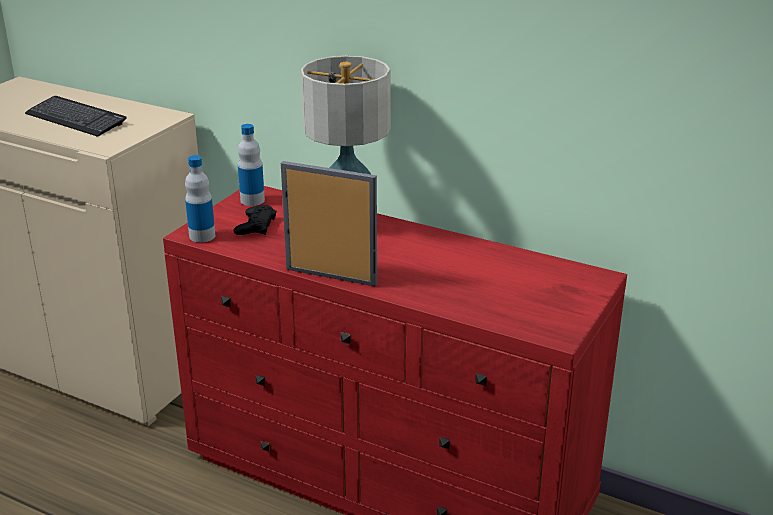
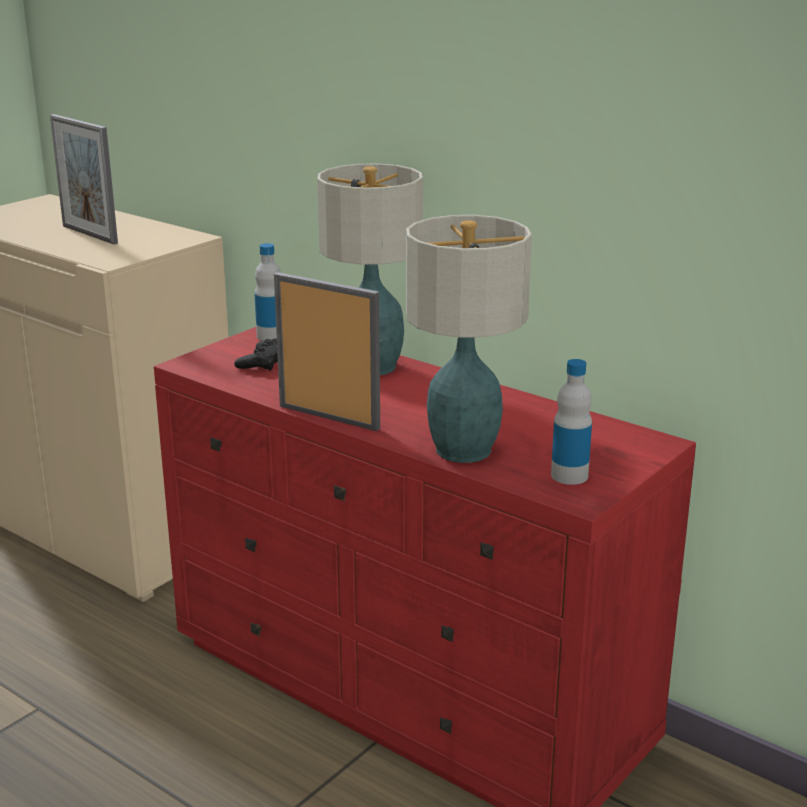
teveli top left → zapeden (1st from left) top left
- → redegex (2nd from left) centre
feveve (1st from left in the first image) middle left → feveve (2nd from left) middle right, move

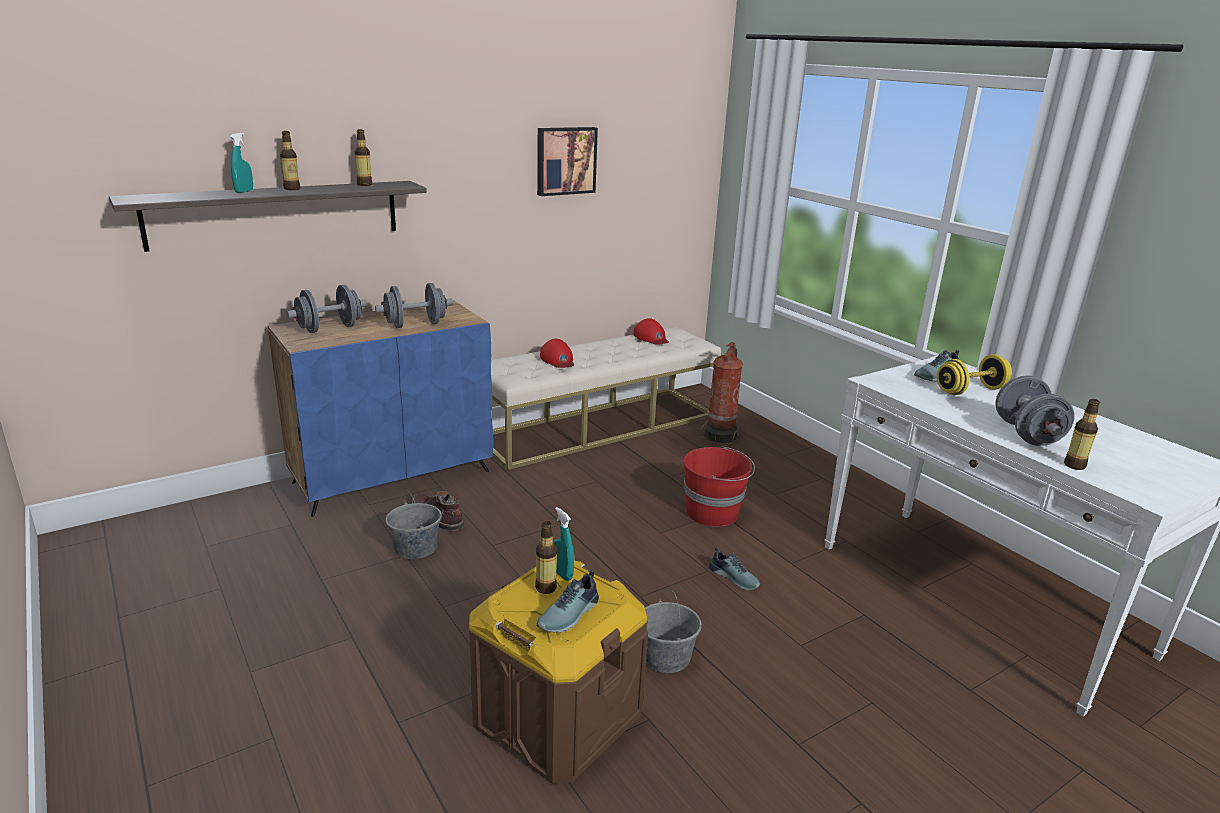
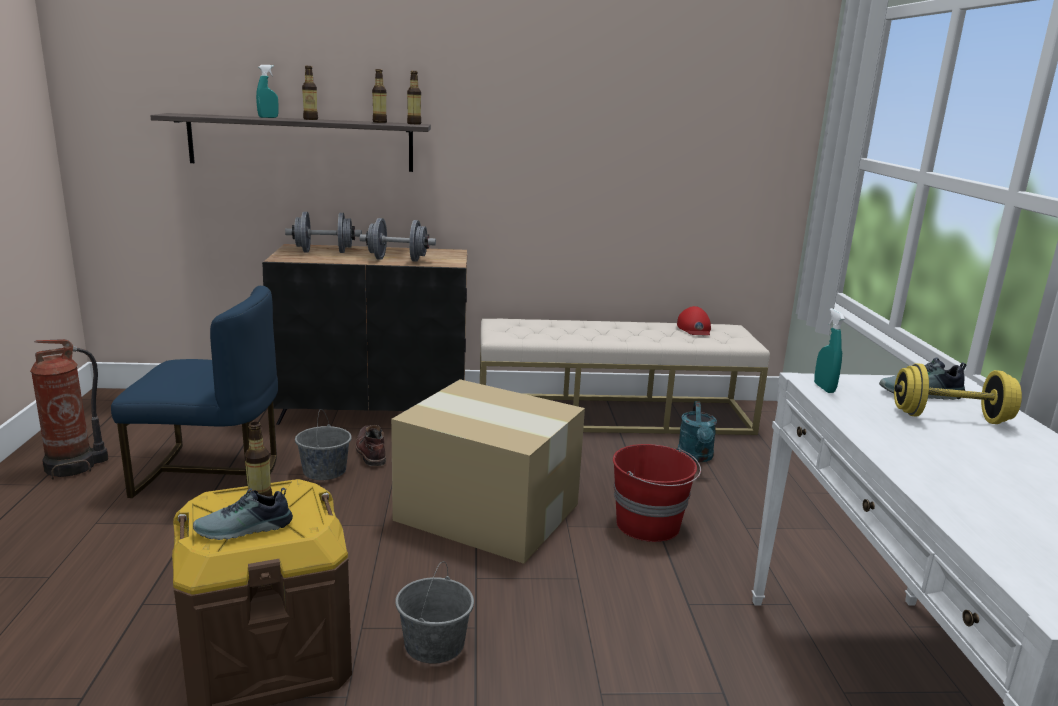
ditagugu centre → ditagugu middle left, move
- → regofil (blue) middle left
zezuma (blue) middle left → zezuma (black) centre
- → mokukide bottom centre
feveve (4th from left) middle right → feveve (4th from left) top centre, move
- → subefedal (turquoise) centre
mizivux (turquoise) (2nd from left) bottom centre → mizivux (turquoise) (2nd from left) middle right, move
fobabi top centre → -
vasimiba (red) (1st from left) centre → -
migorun (2nd from left) bottom centre → -
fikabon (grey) (3rd from left) middle right → -

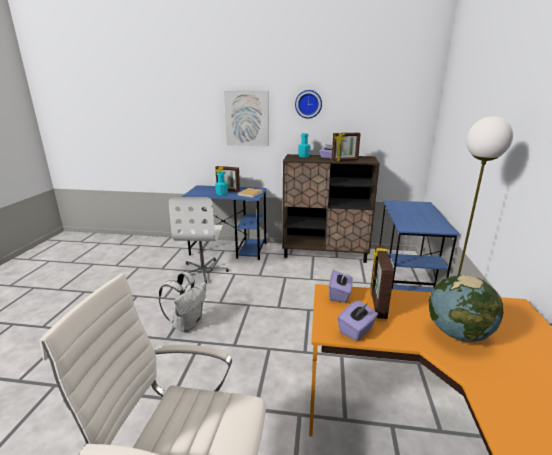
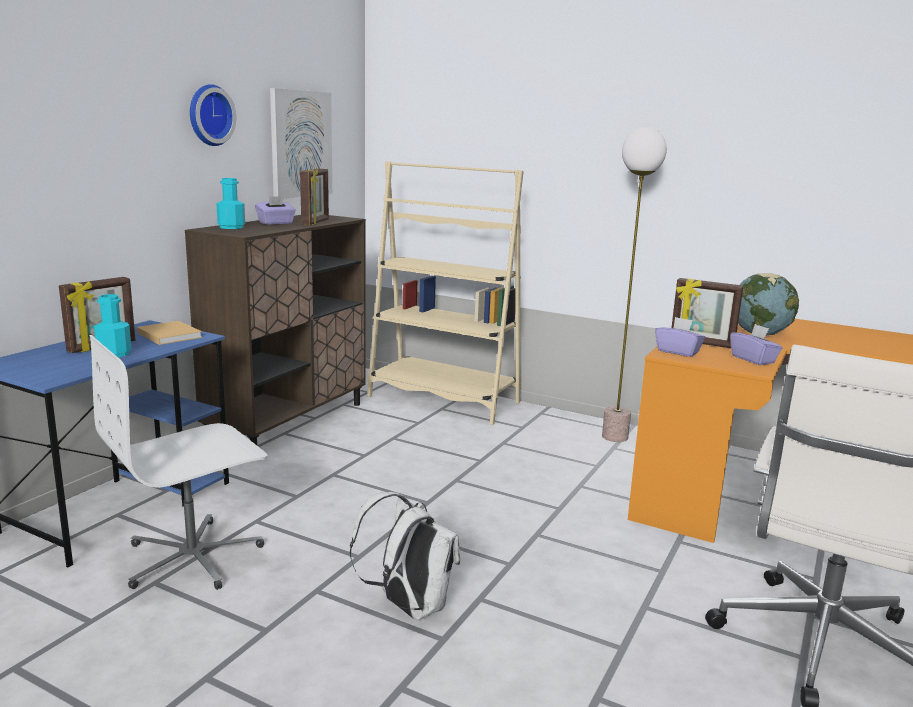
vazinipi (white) (2nd from left in the first image) centre → vazinipi (white) (1st from left) middle left, 120 degrees clockwise
fobabi top centre → fobabi top left, move
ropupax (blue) (2nd from left) middle right → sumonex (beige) centre

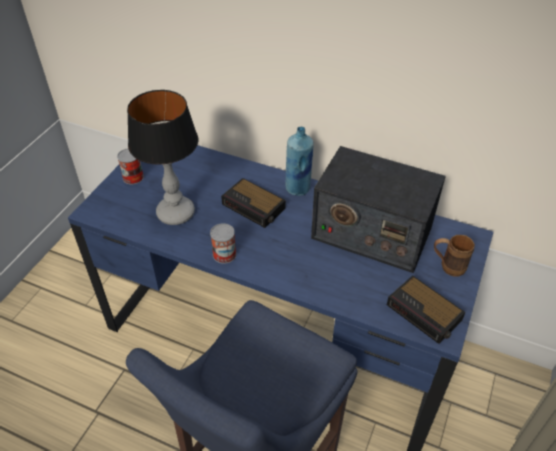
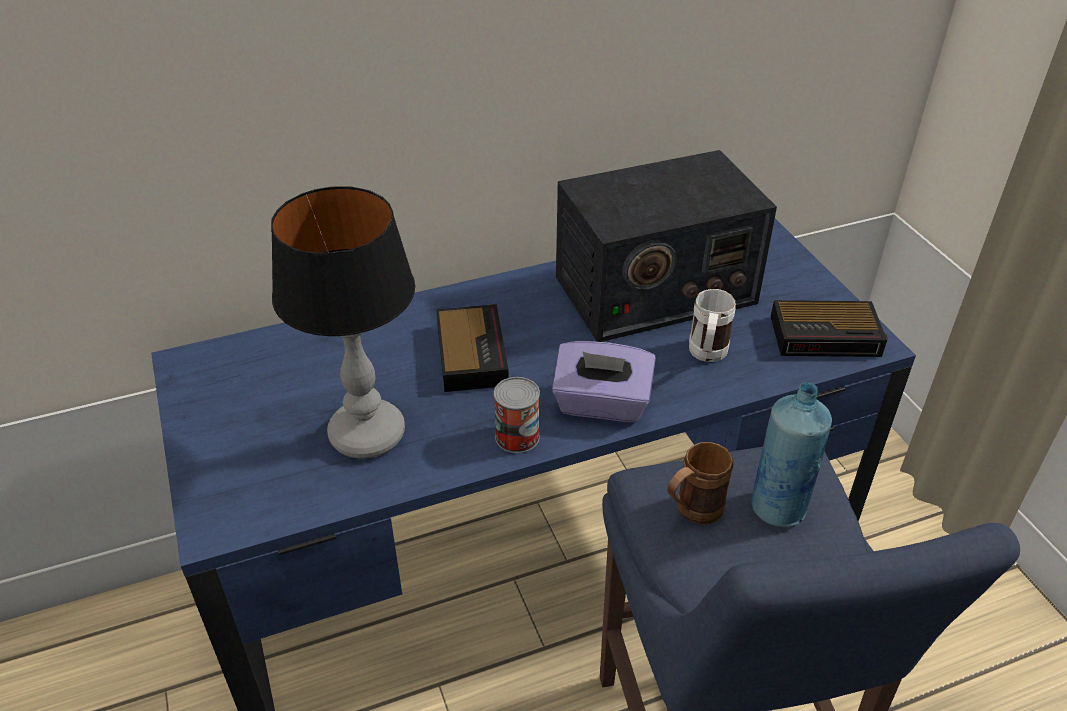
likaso (1st from left) centre, 90 degrees counterclockwise
- → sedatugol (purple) centre
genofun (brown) middle right → genofun (brown) bottom centre, move
- → genofun (white) middle right
feveve (blue) centre → feveve (blue) middle right, move
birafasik (1st from left) middle left → -

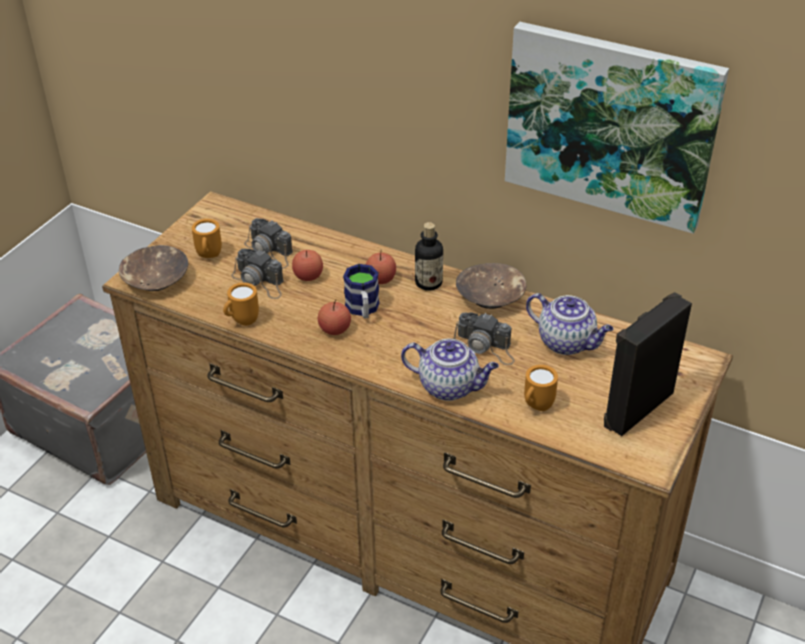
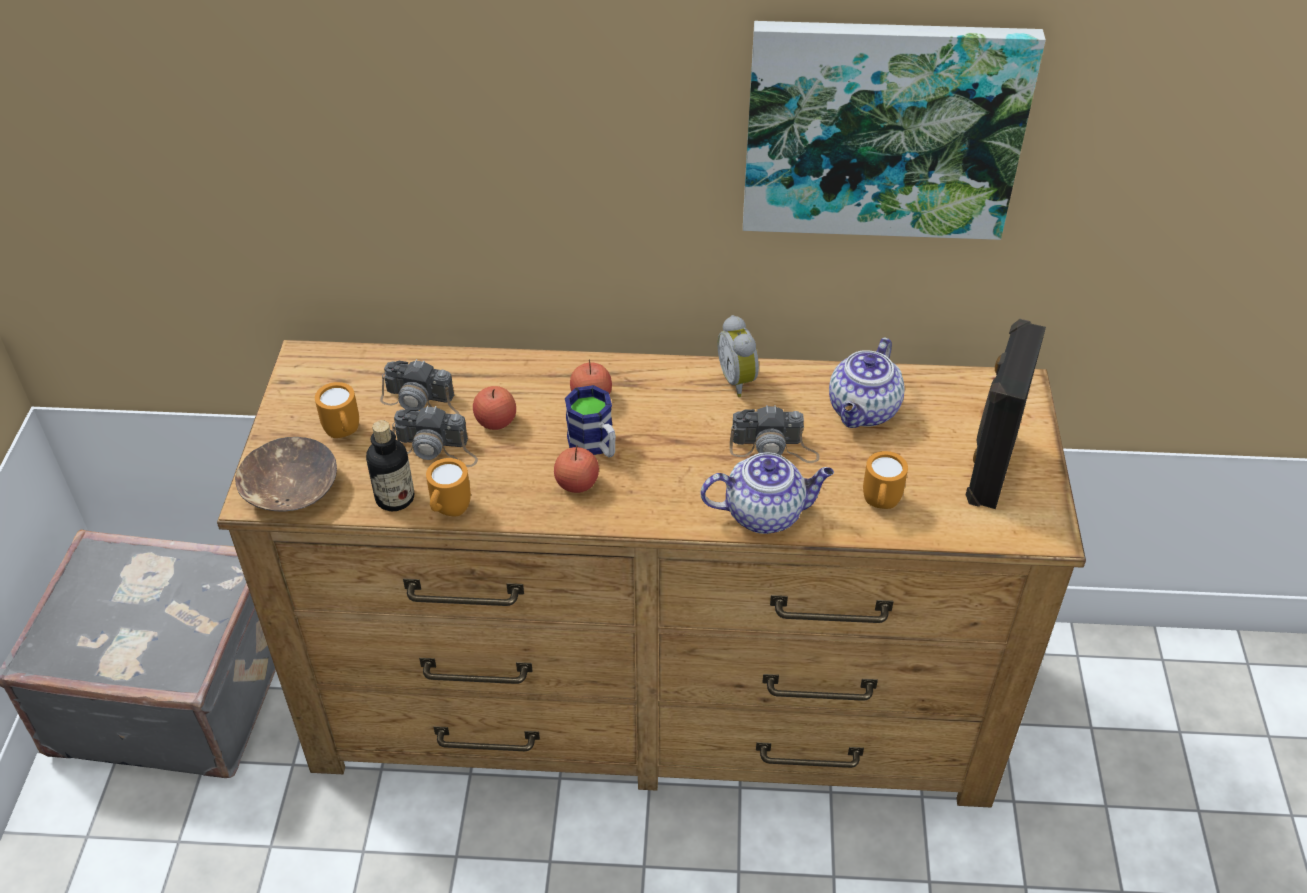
feveve centre → feveve middle left, move
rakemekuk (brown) (2nd from left) centre → likaso centre
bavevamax (2nd from left) middle right → bavevamax (2nd from left) centre, 105 degrees clockwise

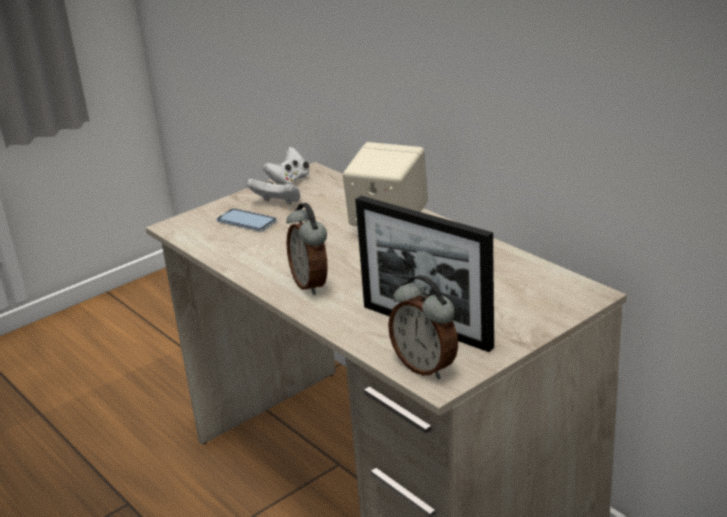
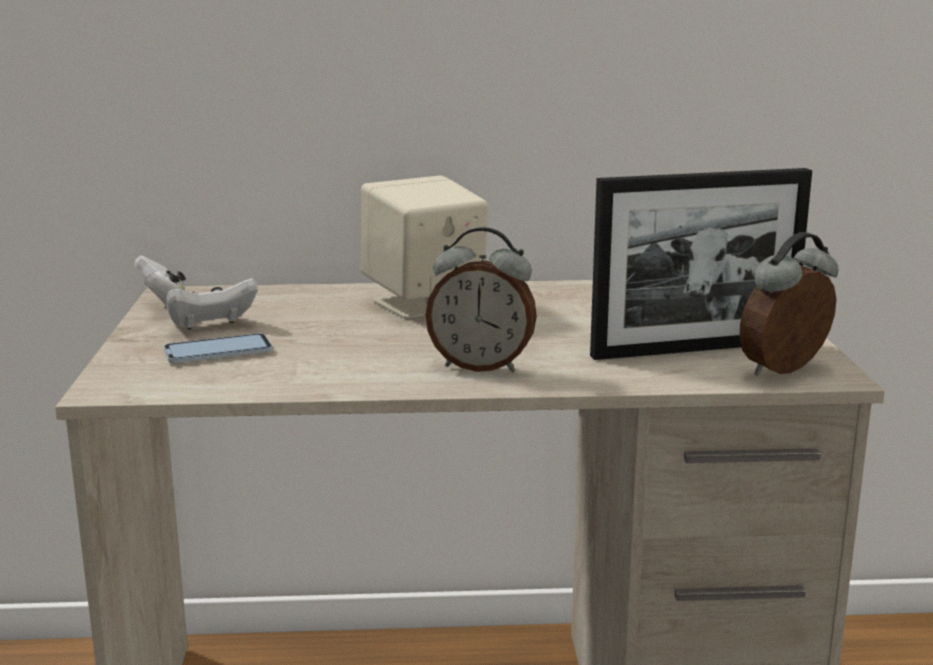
likaso (2nd from left) centre → likaso (2nd from left) middle right, 150 degrees clockwise

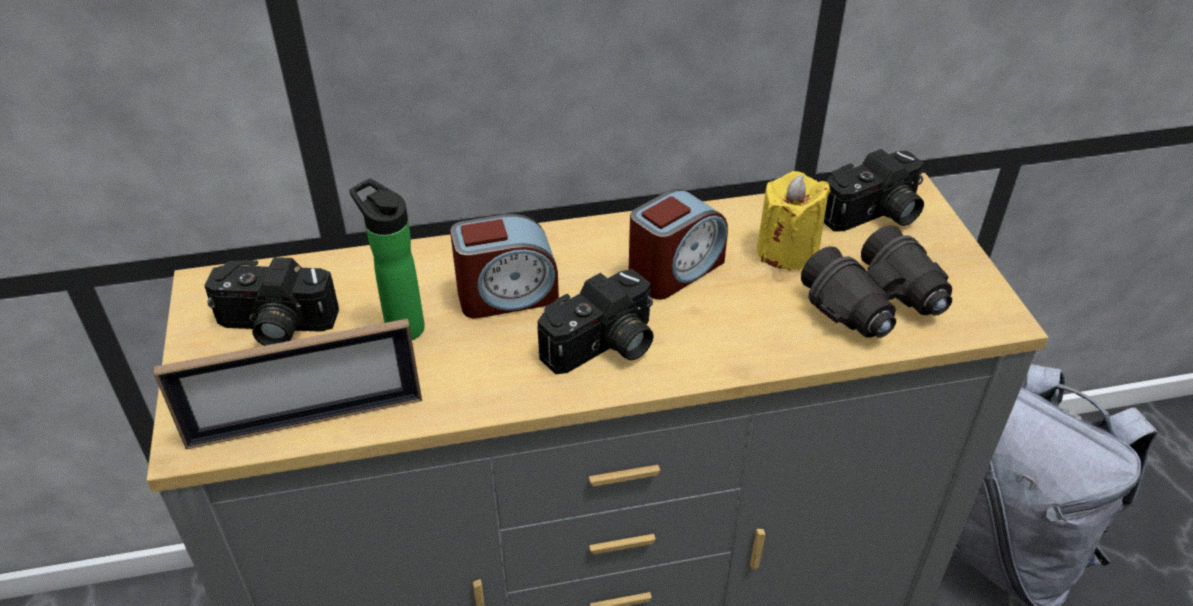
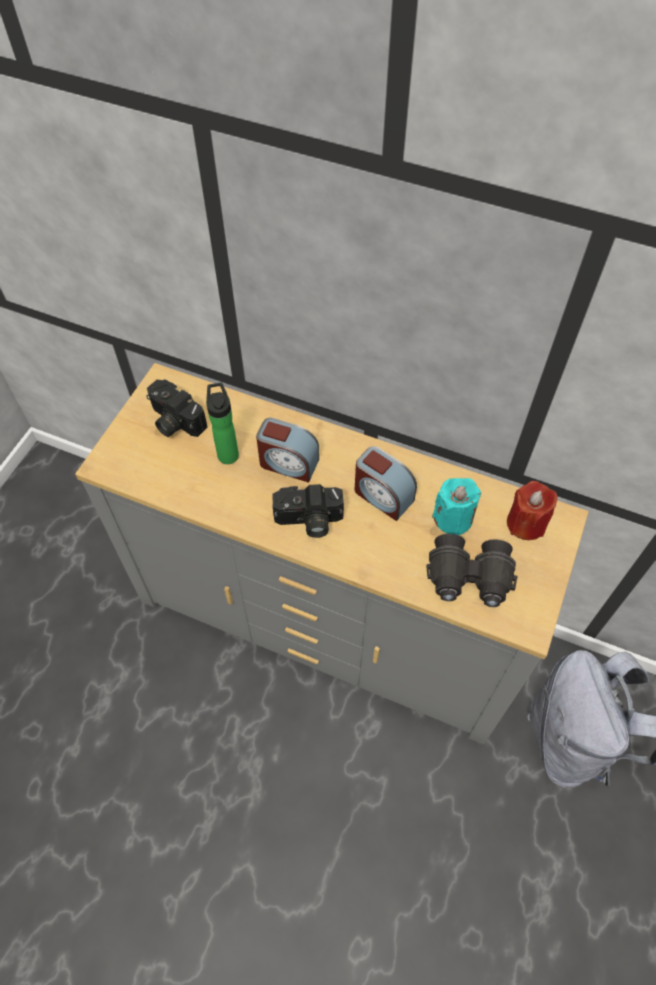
likaso (2nd from left) centre, 45 degrees clockwise
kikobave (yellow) centre → kikobave (turquoise) middle right
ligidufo (3rd from left) top right → kikobave (red) middle right
zapeden middle left → -

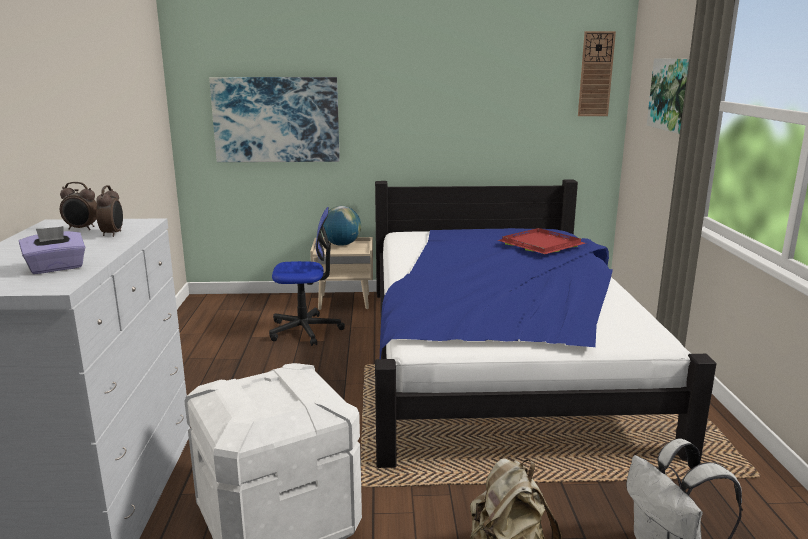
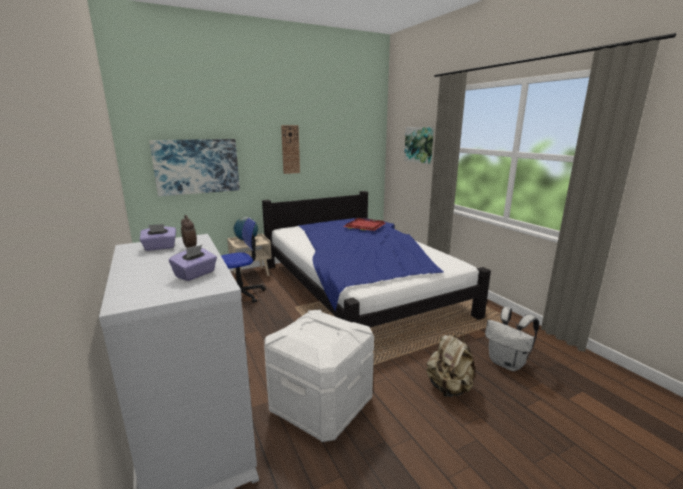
likaso (1st from left) middle left → sedatugol (purple) (1st from left) middle left
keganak top right → keganak top centre, move

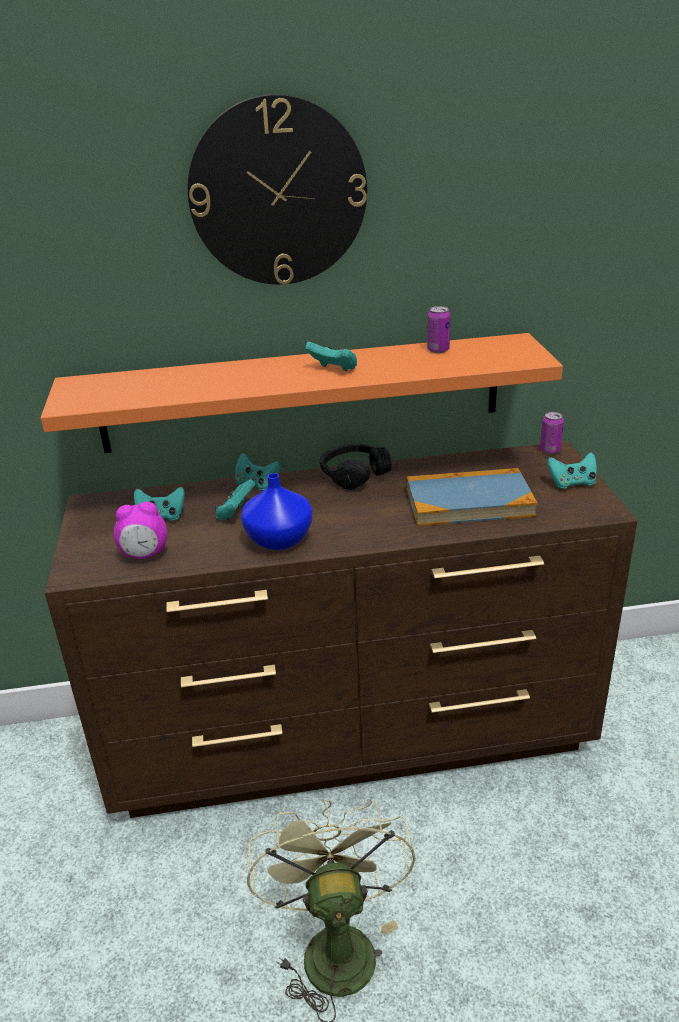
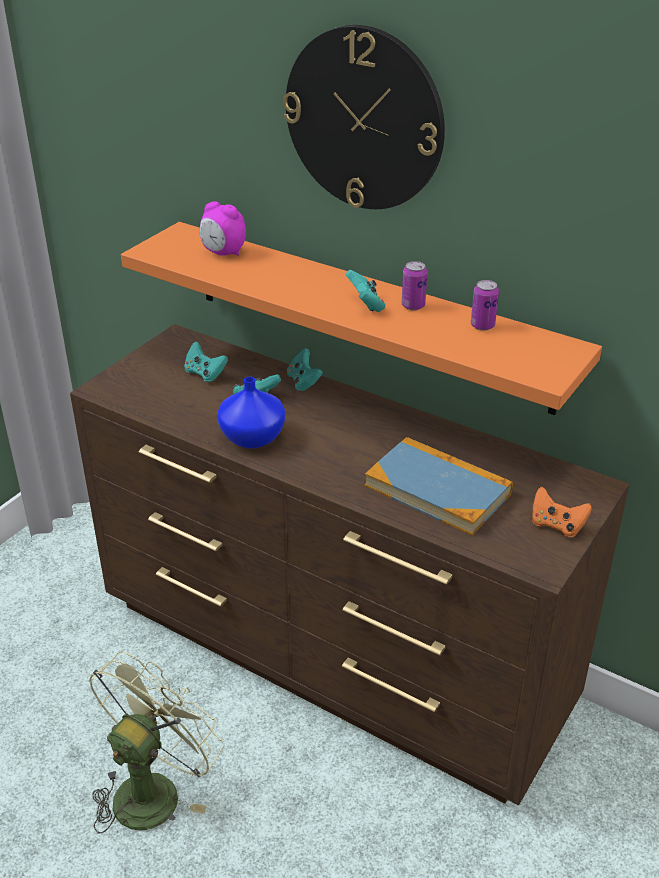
likaso middle left → likaso top centre, move
birafasik (2nd from left in the first image) middle right → birafasik (1st from left) top centre, move
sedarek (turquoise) (5th from left) middle right → sedarek (orange) middle right
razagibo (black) centre → -

